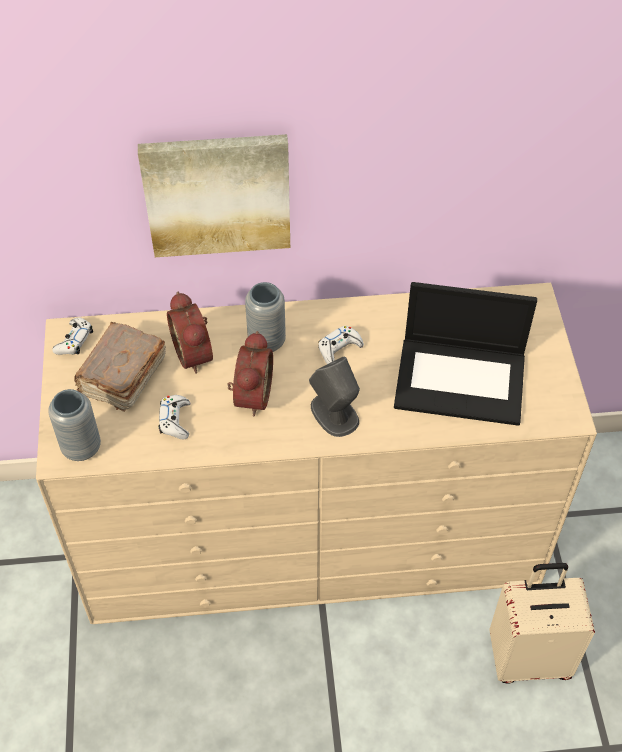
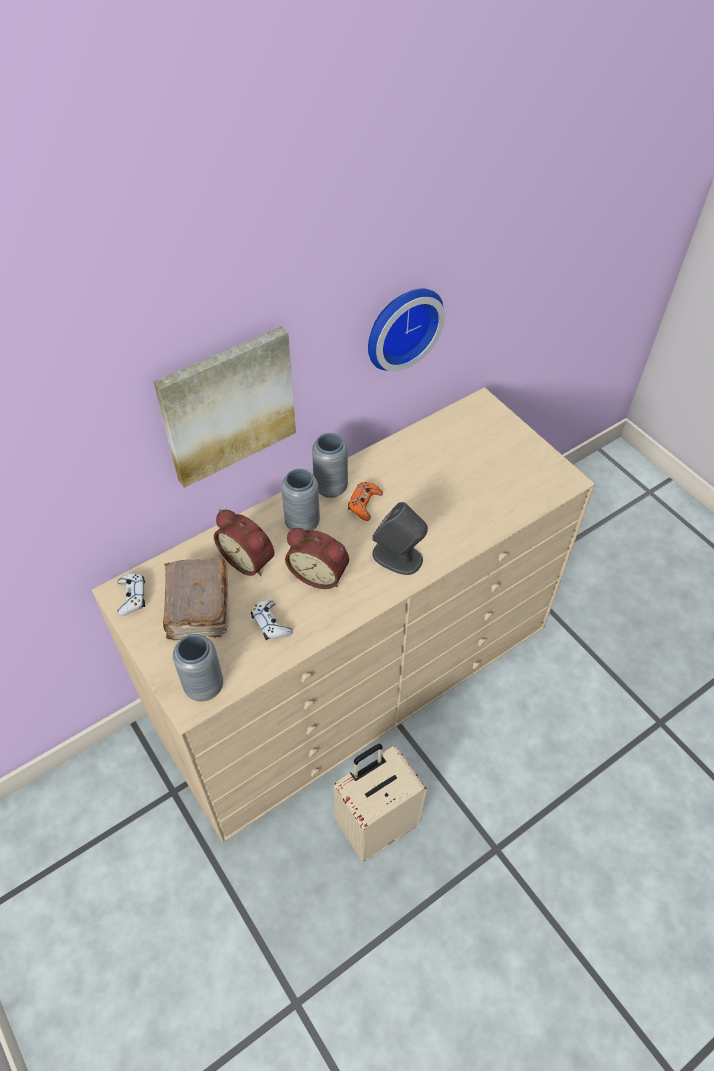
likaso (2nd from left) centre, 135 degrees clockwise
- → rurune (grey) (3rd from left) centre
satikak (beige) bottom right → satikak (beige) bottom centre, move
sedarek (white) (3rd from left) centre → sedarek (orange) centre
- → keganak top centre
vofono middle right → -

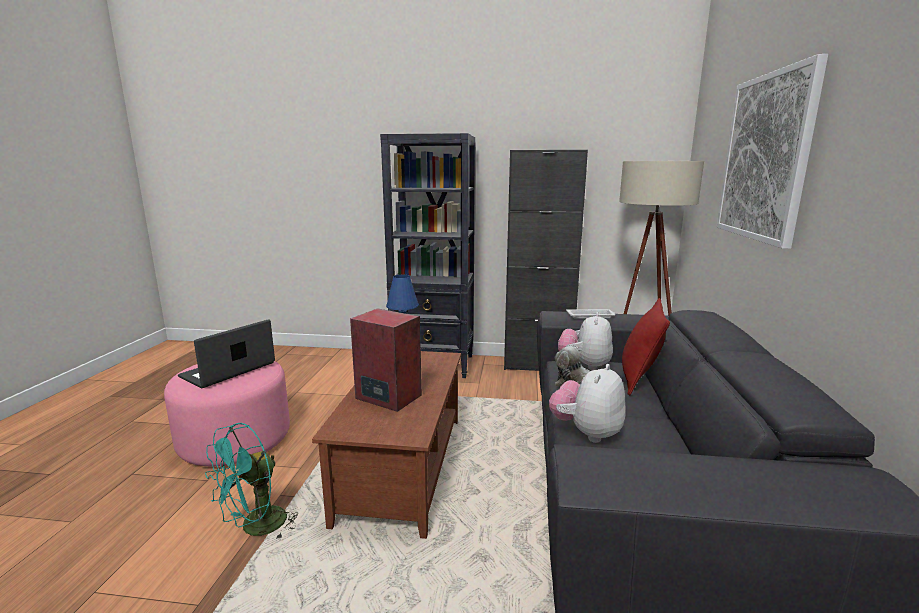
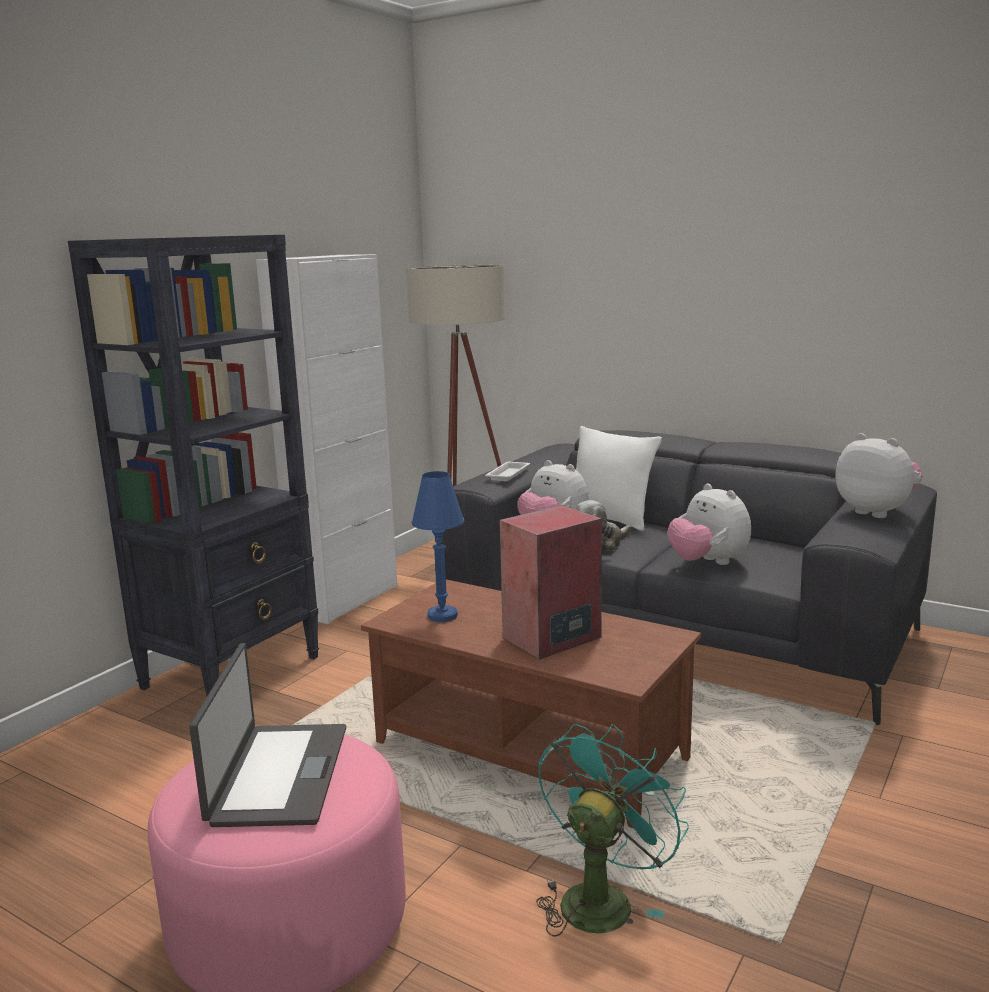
vofono middle left → vofono bottom left, 150 degrees counterclockwise
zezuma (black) centre → zezuma (white) middle left
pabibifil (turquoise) bottom left → pabibifil (turquoise) bottom centre, 120 degrees counterclockwise
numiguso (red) middle right → numiguso (white) centre
- → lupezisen (4th from left) middle right
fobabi top right → -

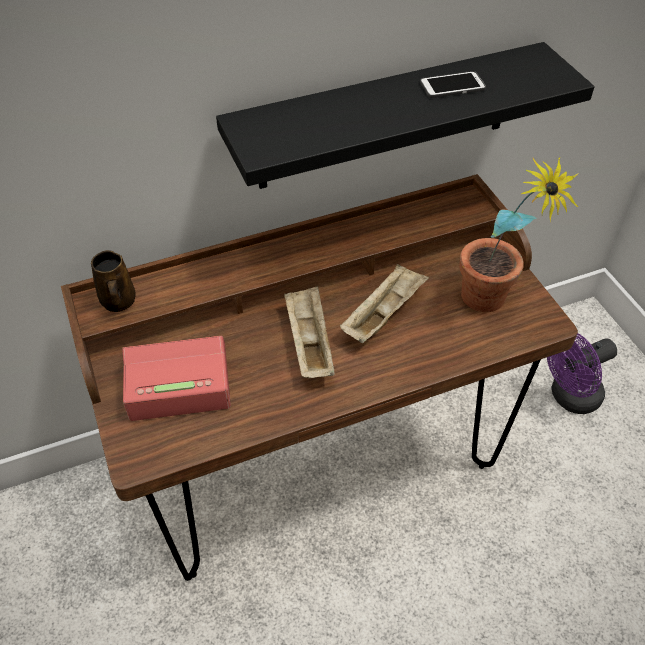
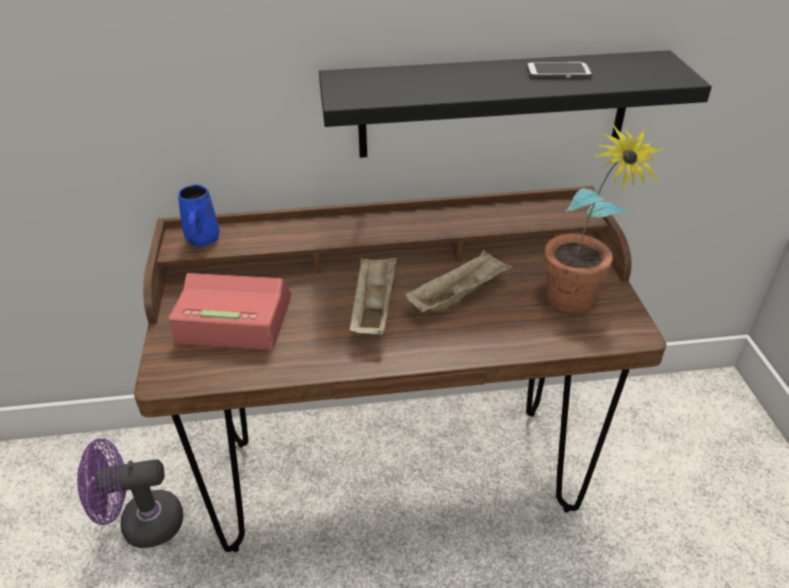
pabibifil (purple) middle right → pabibifil (purple) bottom left, move
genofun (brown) middle left → genofun (blue) middle left

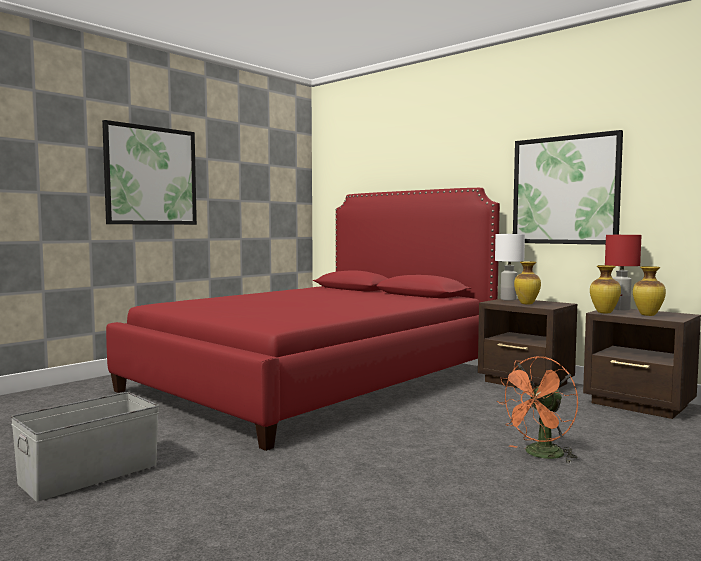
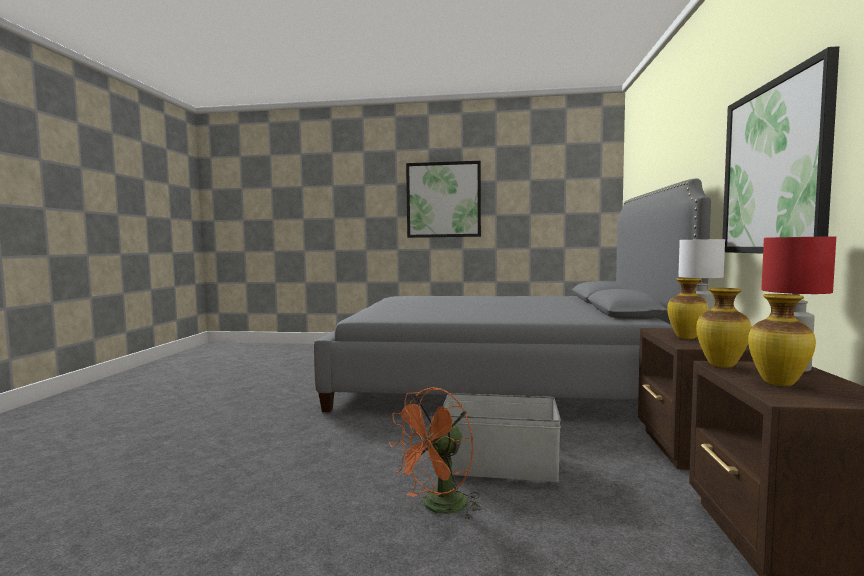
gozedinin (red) centre → gozedinin (grey) centre
pabibifil (orange) bottom right → pabibifil (orange) bottom centre, 60 degrees counterclockwise
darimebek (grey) bottom left → darimebek (grey) bottom centre, move

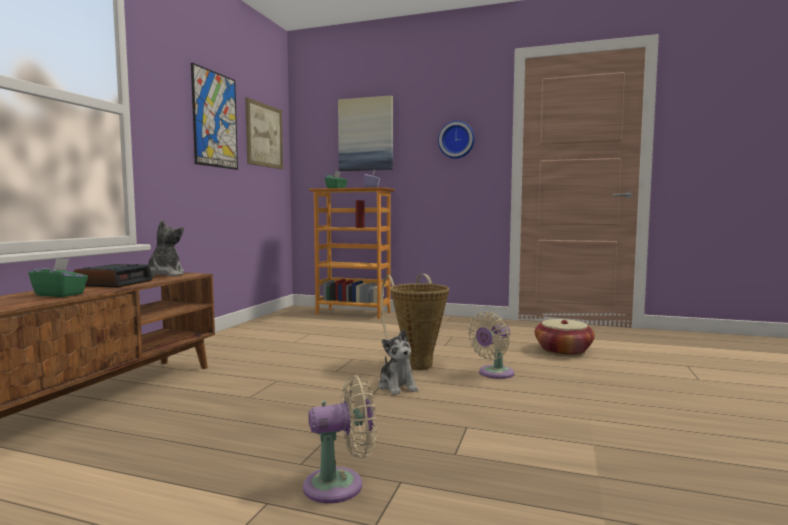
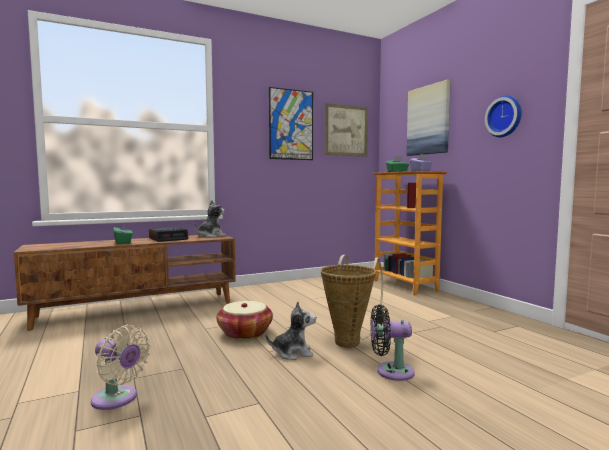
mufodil (2nd from left in the first image) middle right → mufodil (1st from left) bottom centre, move
lupezisen (2nd from left) bottom centre, 120 degrees counterclockwise
pabibifil (beige) (2nd from left) centre → pabibifil (black) bottom centre

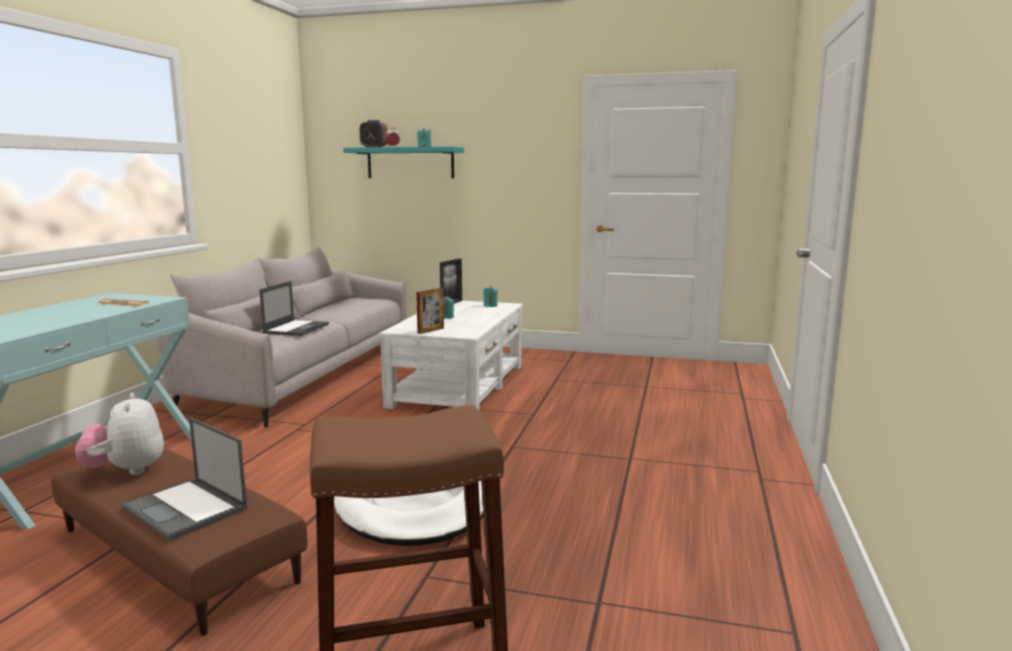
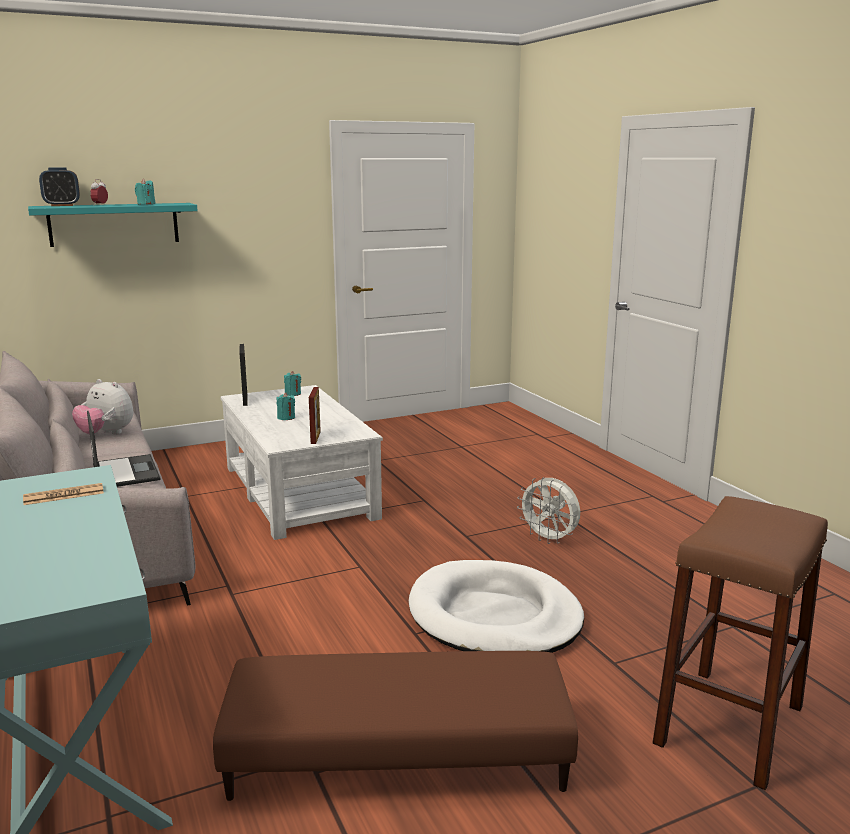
lupezisen bottom left → lupezisen middle left, move
- → pabibifil (white) centre
vofono (1st from left) bottom left → -

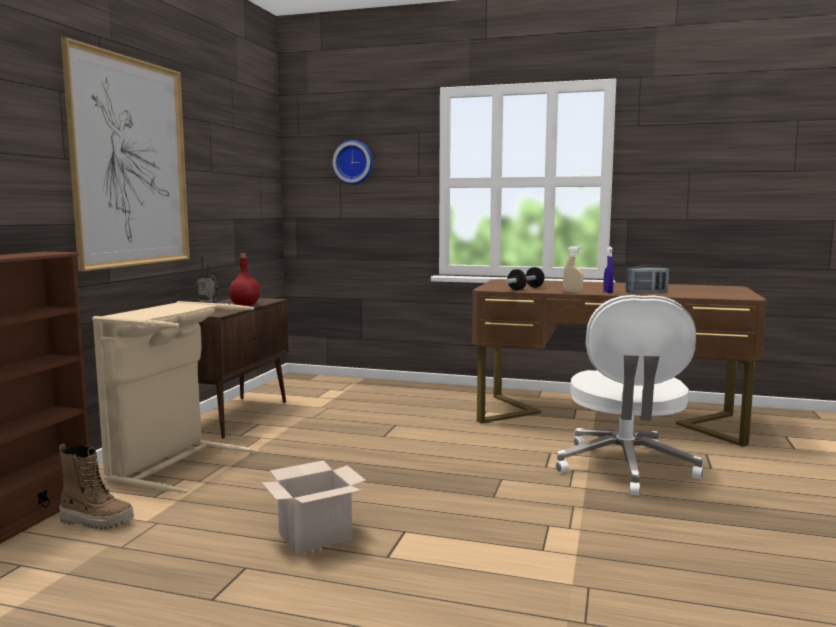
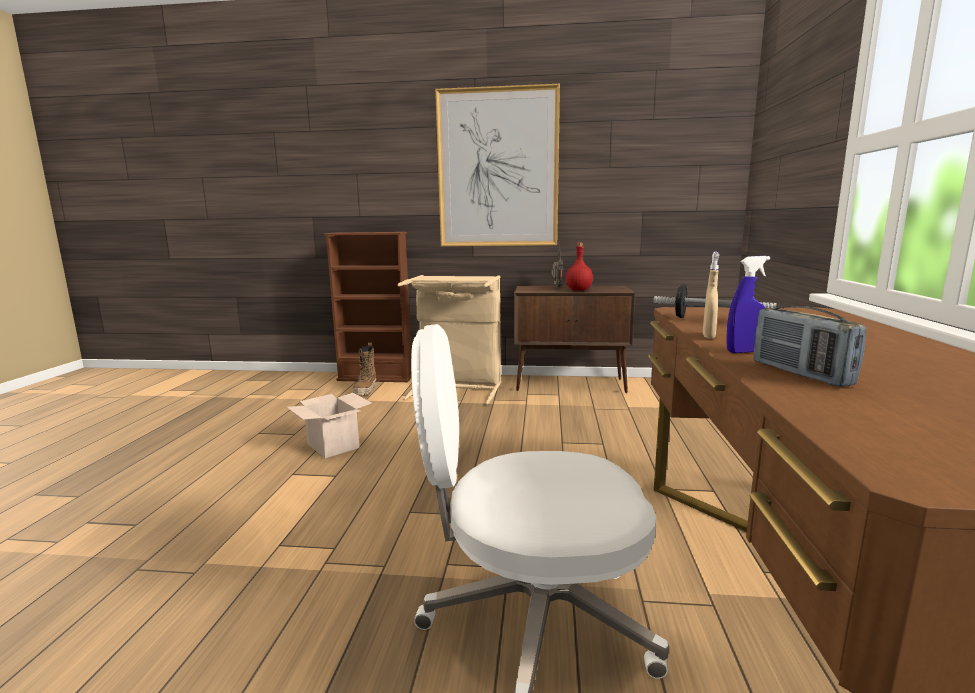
keganak top centre → -

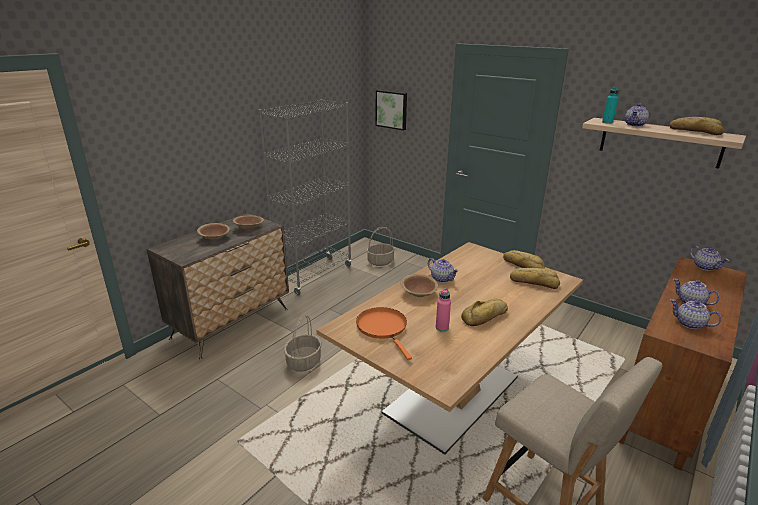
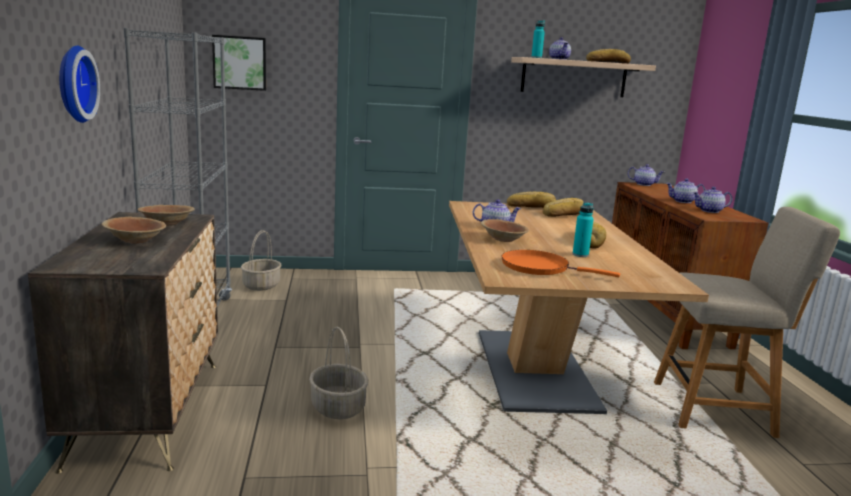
- → keganak top left
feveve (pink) centre → feveve (turquoise) (2nd from left) middle right

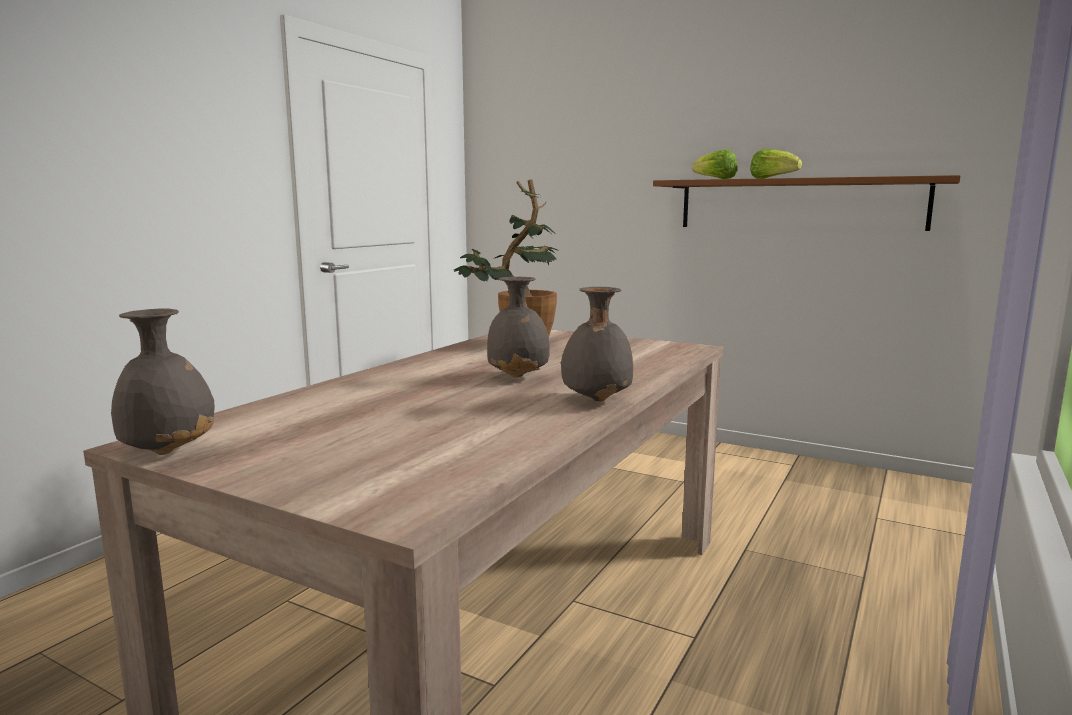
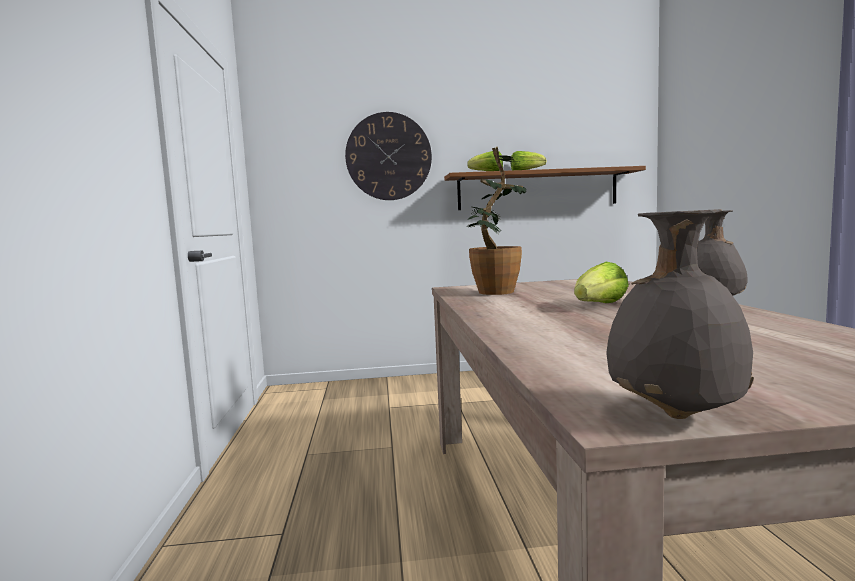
- → keganak top centre
rurune (grey) (2nd from left) centre → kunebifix (3rd from left) middle right

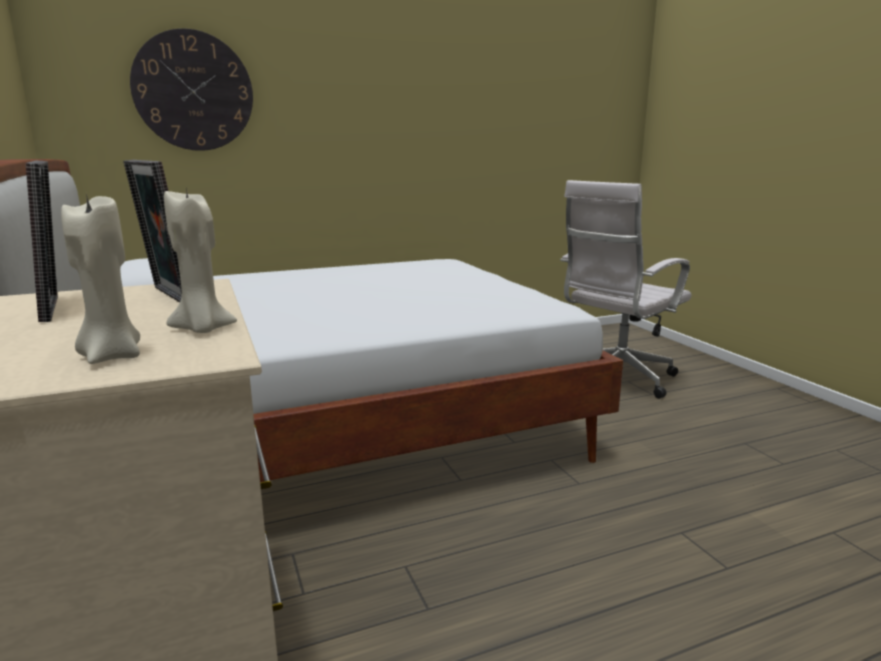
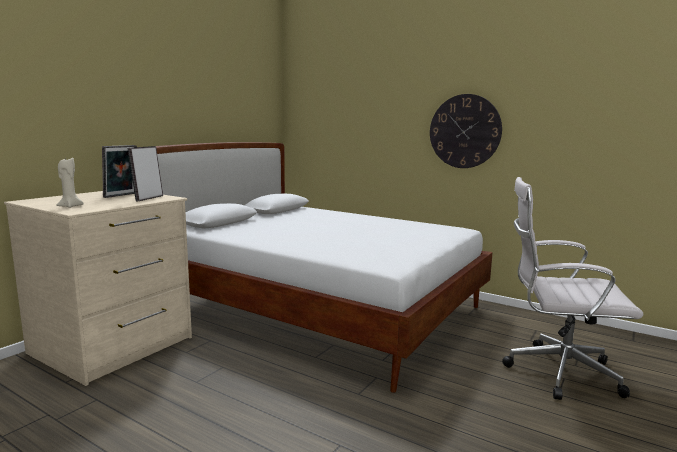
keganak top left → keganak top right, move
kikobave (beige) (2nd from left) middle left → -

